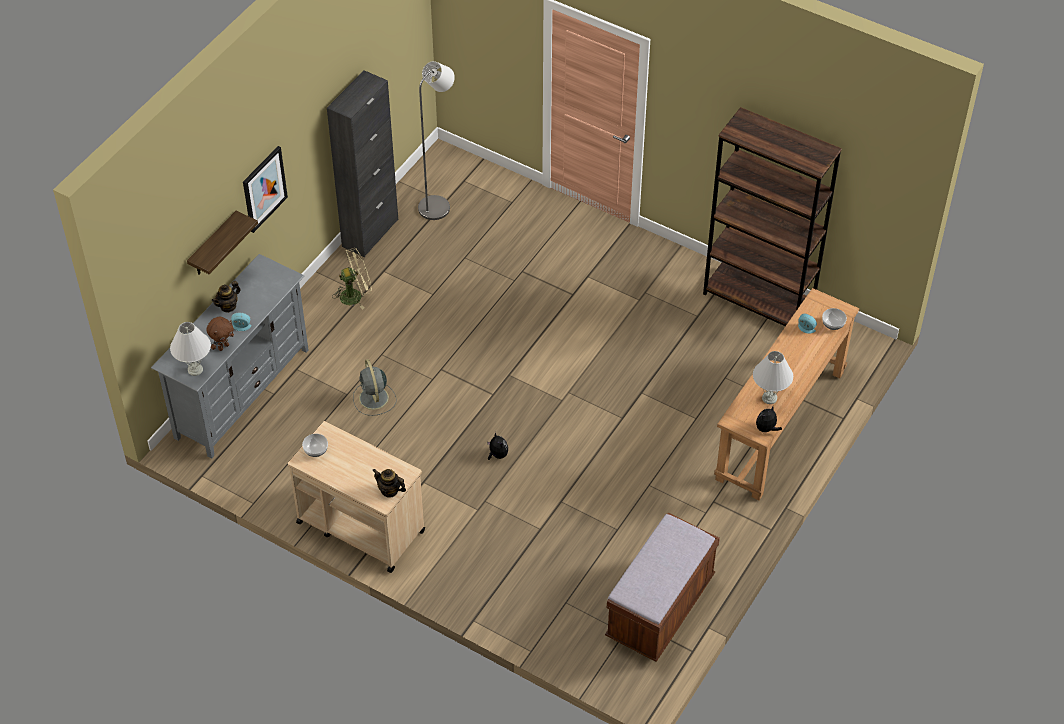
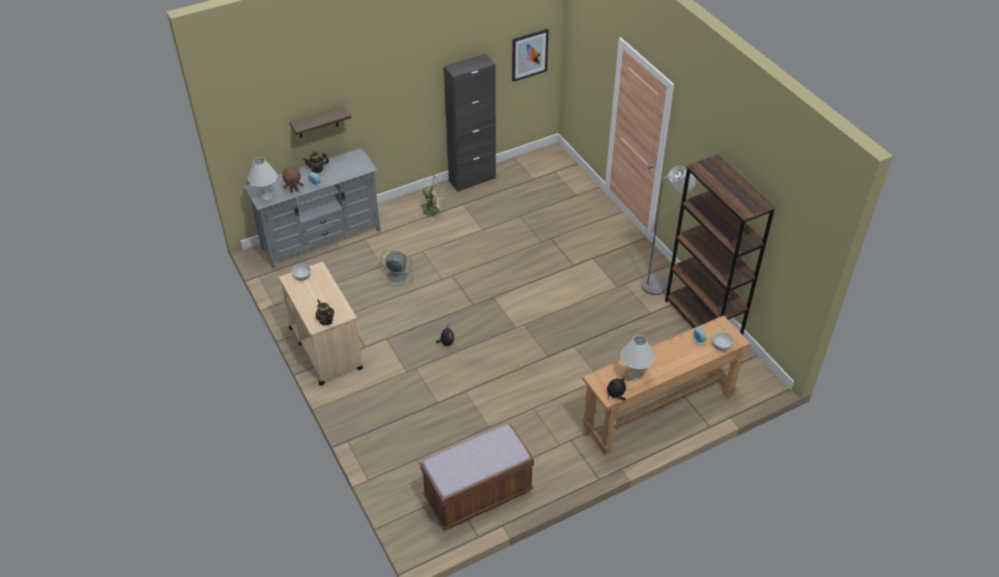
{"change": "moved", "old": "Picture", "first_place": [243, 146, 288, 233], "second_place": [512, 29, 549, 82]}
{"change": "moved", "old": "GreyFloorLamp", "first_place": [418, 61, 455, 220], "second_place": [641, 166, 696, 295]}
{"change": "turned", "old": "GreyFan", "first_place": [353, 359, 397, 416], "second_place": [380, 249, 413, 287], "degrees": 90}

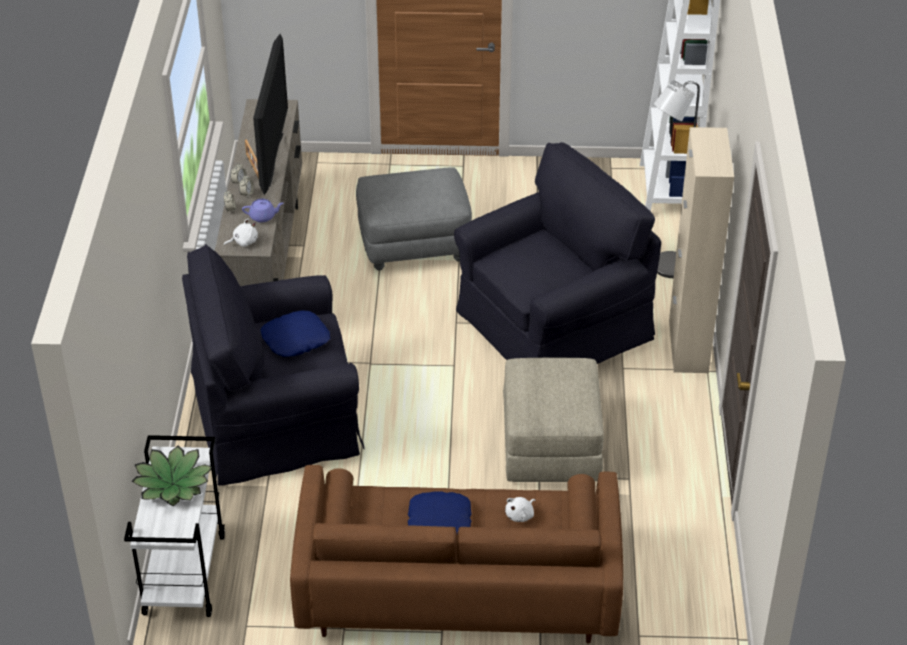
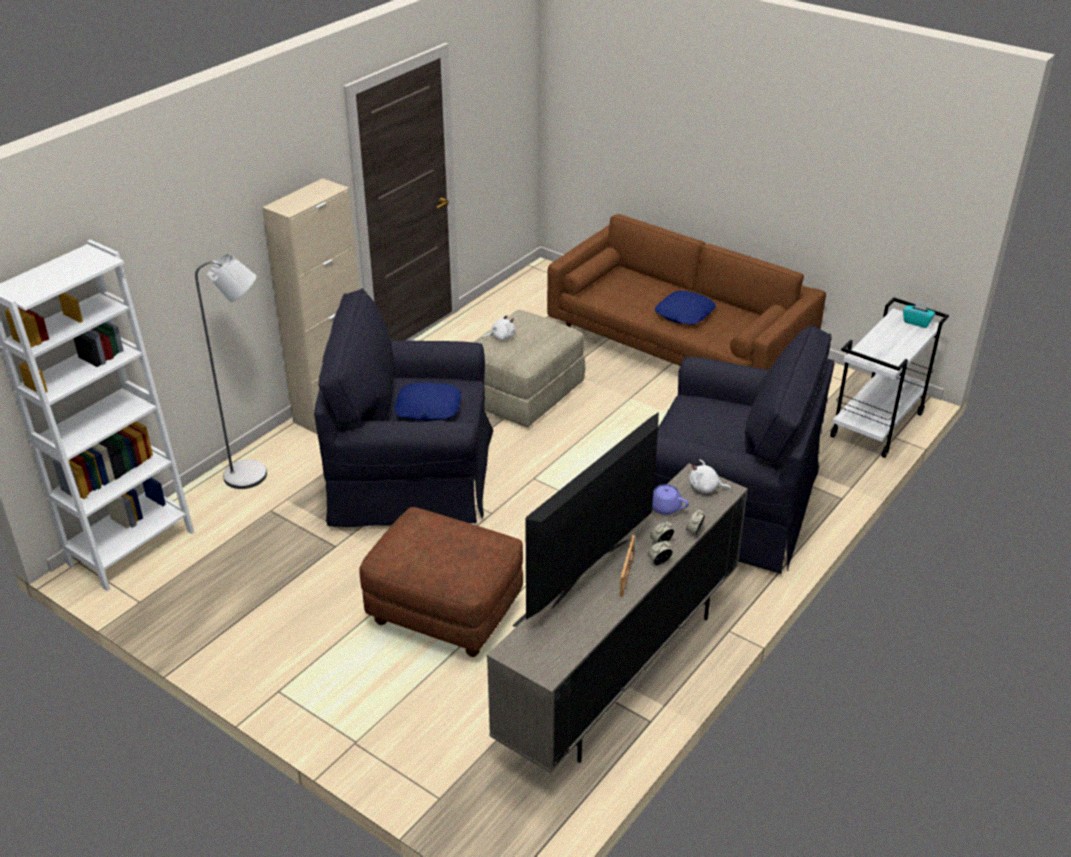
{"change": "removed", "old": "PottedPlant", "first_place": [132, 446, 212, 506]}
{"change": "added", "new": "TurquoiseTissueBox", "second_place": [903, 300, 935, 328]}
{"change": "moved", "old": "BluePillow", "first_place": [260, 310, 330, 357], "second_place": [394, 382, 461, 421]}
{"change": "moved", "old": "WhitePlushToy", "first_place": [505, 497, 535, 522], "second_place": [482, 314, 515, 341]}
{"change": "recoloured", "old": "GreyOttoman", "new": "BrownOttoman", "first_place": [356, 167, 472, 271], "second_place": [359, 507, 523, 657]}

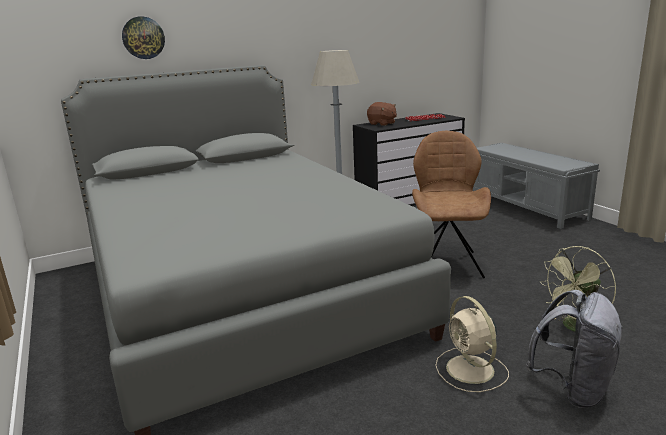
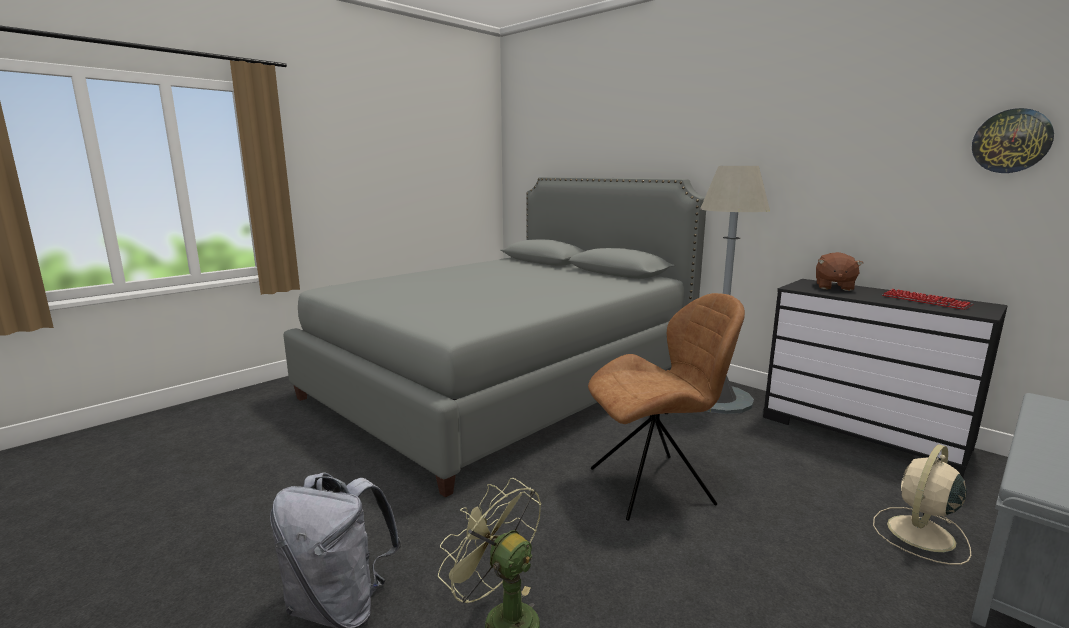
{"change": "moved", "old": "WallClock", "first_place": [122, 16, 165, 59], "second_place": [972, 108, 1054, 173]}
{"change": "moved", "old": "BeigeFan", "first_place": [435, 296, 509, 392], "second_place": [873, 444, 971, 565]}

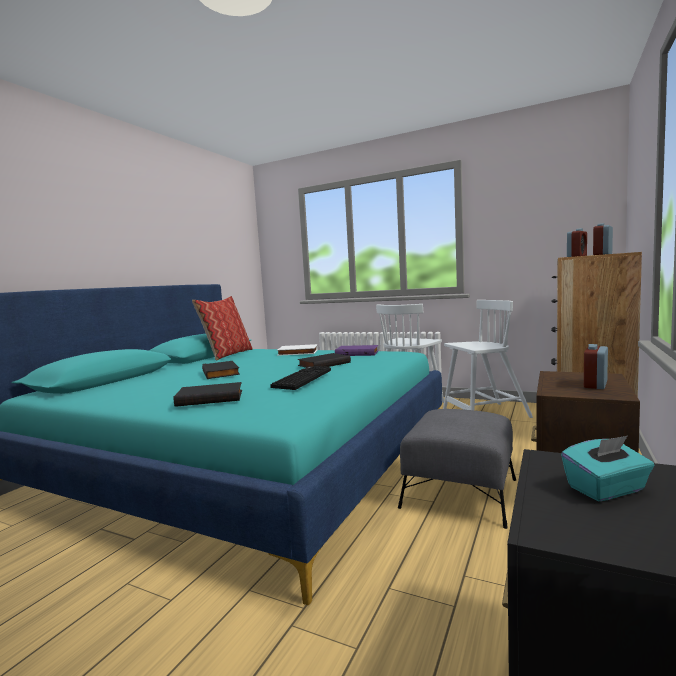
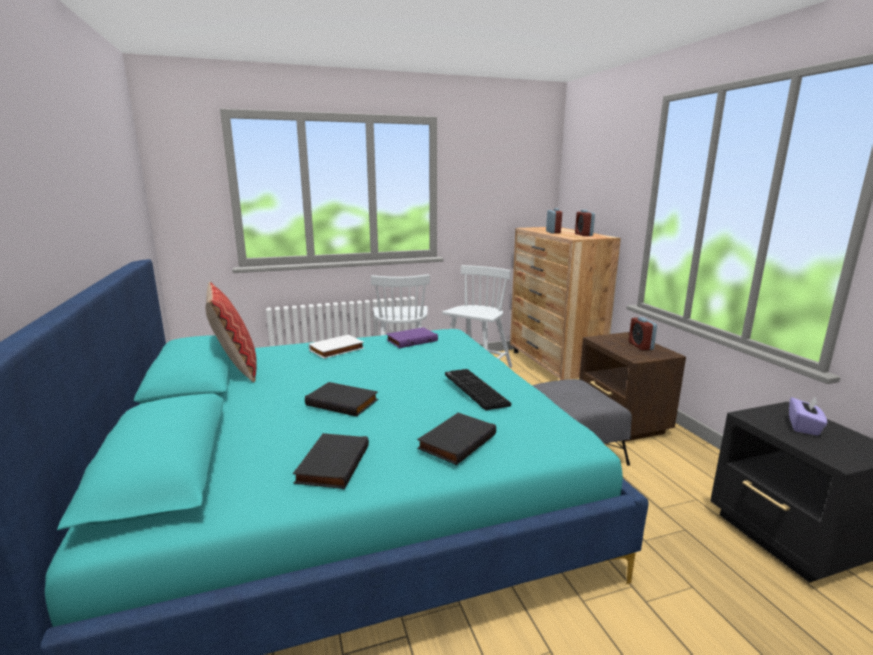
{"change": "moved", "old": "BlackBook", "first_place": [298, 353, 351, 368], "second_place": [293, 433, 369, 489]}
{"change": "recoloured", "old": "TurquoiseTissueBox", "new": "PurpleTissueBox", "first_place": [561, 435, 654, 501], "second_place": [789, 396, 827, 436]}

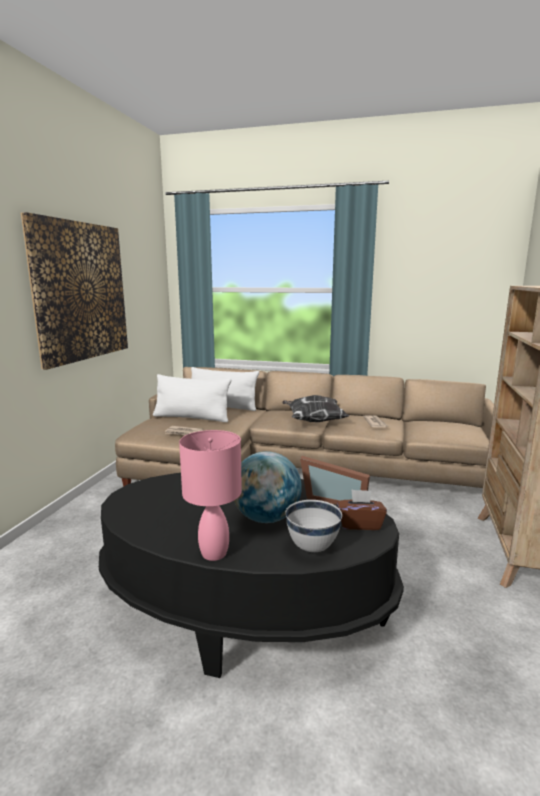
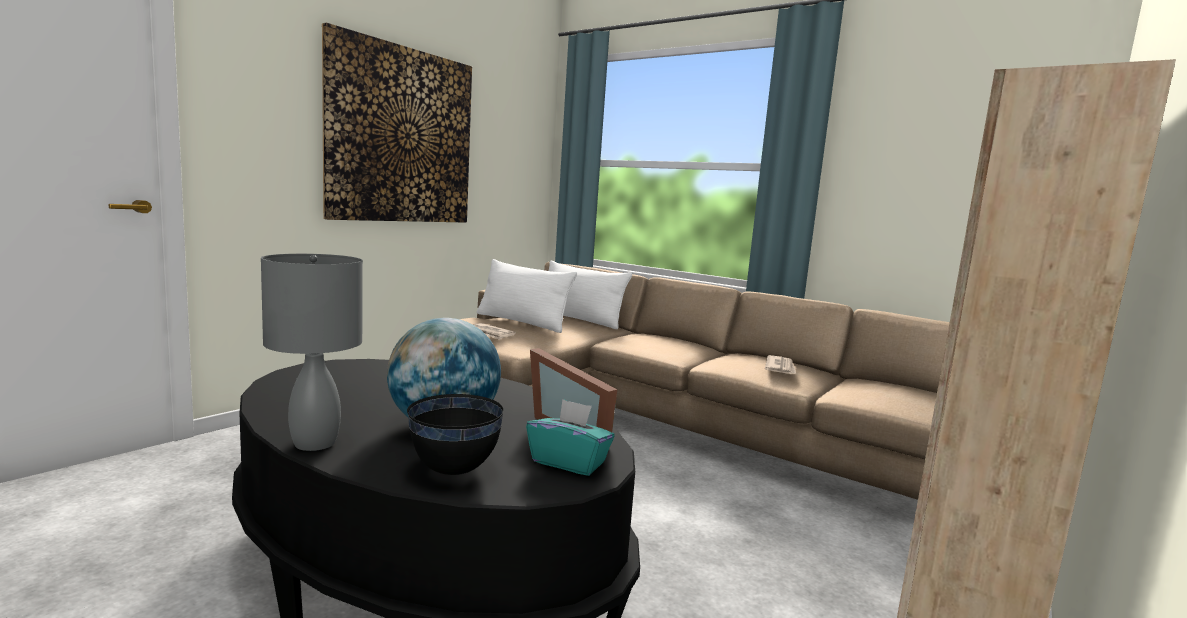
{"change": "removed", "old": "Pillow", "first_place": [283, 395, 349, 422]}
{"change": "recoloured", "old": "PinkTableLamp", "new": "GreyTableLamp", "first_place": [179, 430, 242, 561], "second_place": [261, 254, 363, 451]}
{"change": "recoloured", "old": "WhiteBowl", "new": "BlackBowl", "first_place": [285, 500, 342, 552], "second_place": [407, 394, 504, 475]}
{"change": "recoloured", "old": "BrownTissueBox", "new": "TurquoiseTissueBox", "first_place": [337, 489, 387, 530], "second_place": [526, 399, 615, 476]}

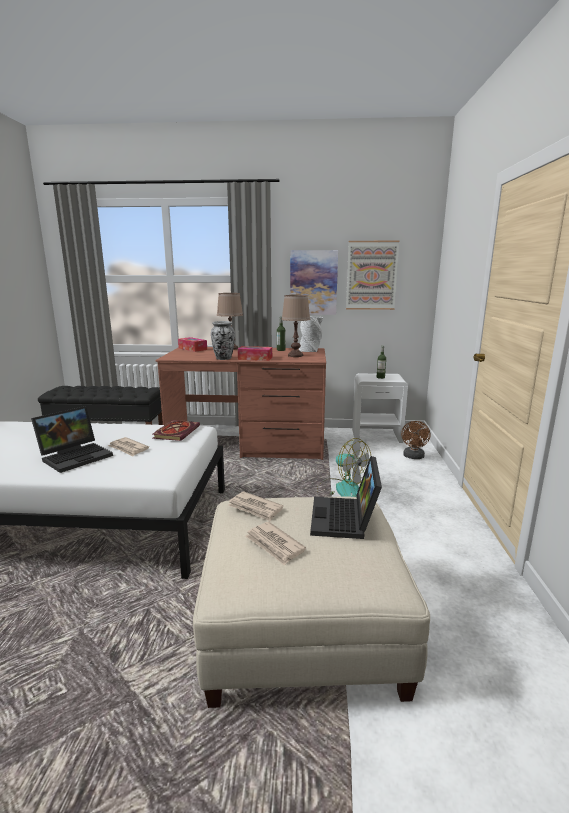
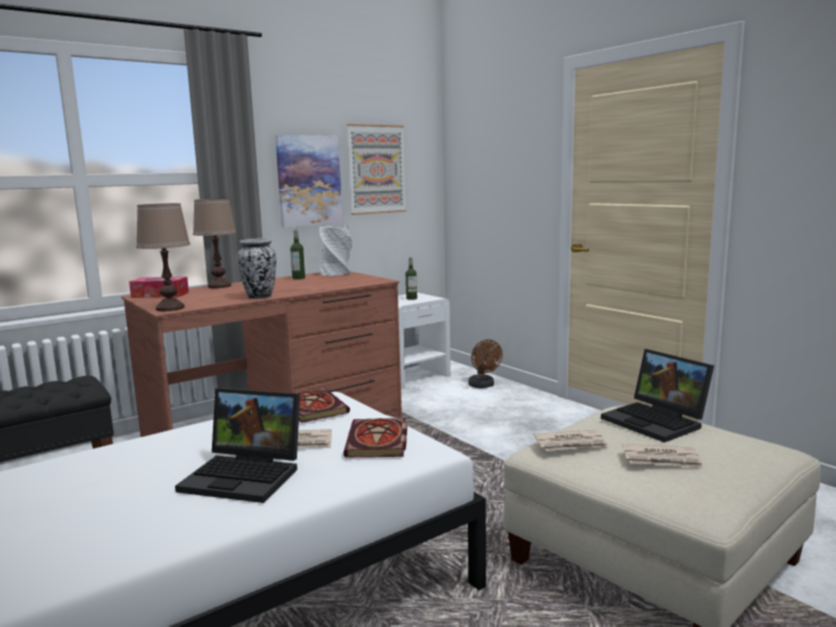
{"change": "removed", "old": "TissueBox", "first_place": [238, 346, 272, 361]}
{"change": "removed", "old": "Fan", "first_place": [317, 438, 371, 497]}
{"change": "added", "new": "Book", "second_place": [343, 418, 407, 457]}
{"change": "moved", "old": "BrownTableLamp", "first_place": [281, 295, 310, 357], "second_place": [136, 203, 190, 311]}
{"change": "turned", "old": "Laptop", "first_place": [31, 406, 113, 473], "second_place": [175, 388, 300, 503], "degrees": 105}

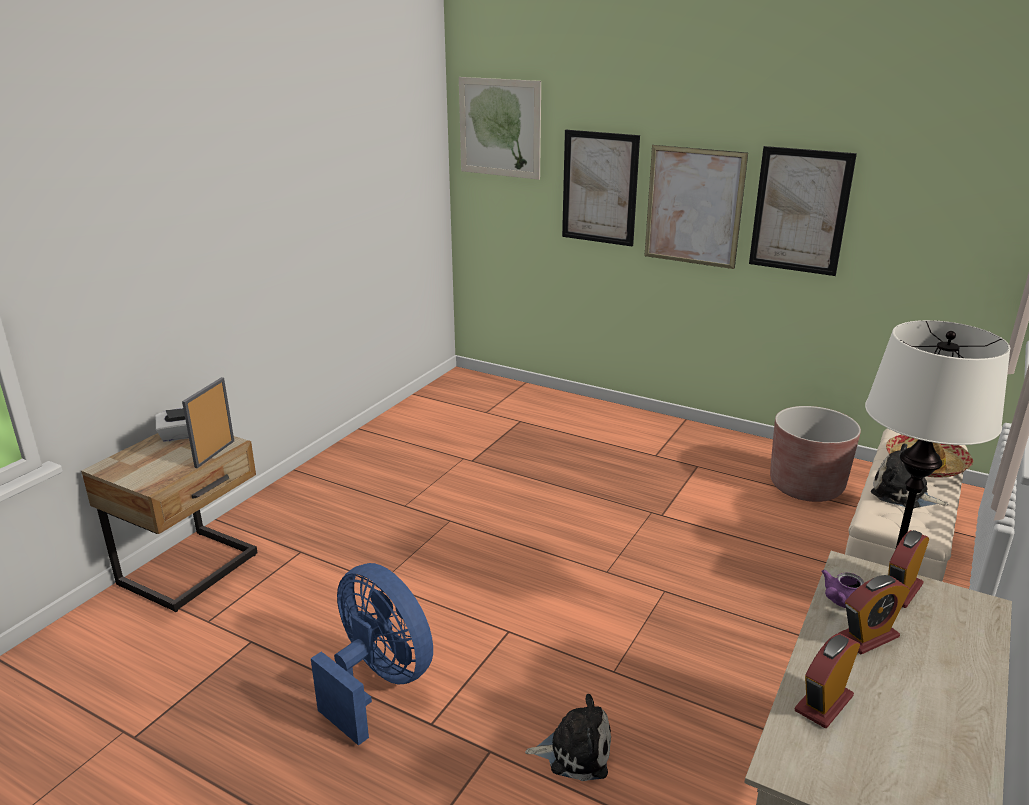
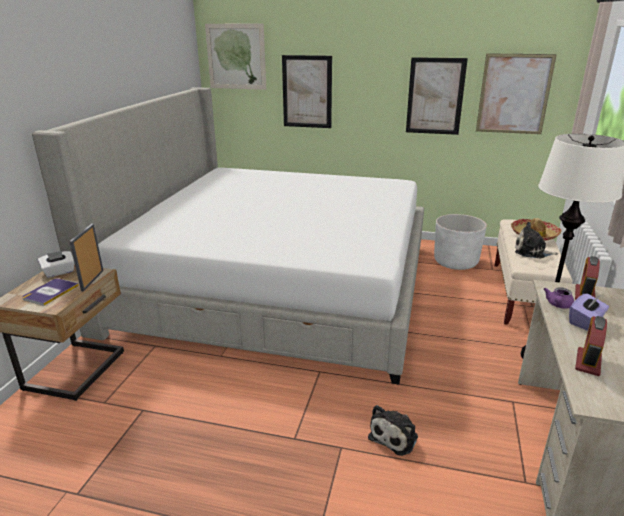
{"change": "removed", "old": "BlueFan", "first_place": [311, 563, 433, 746]}
{"change": "added", "new": "Book", "second_place": [22, 278, 79, 306]}
{"change": "added", "new": "Bed", "second_place": [32, 87, 424, 385]}
{"change": "moved", "old": "Picture", "first_place": [645, 145, 748, 269], "second_place": [476, 53, 557, 134]}
{"change": "replaced", "old": "AlarmClock", "new": "PurpleTissueBox", "first_place": [838, 575, 910, 655], "second_place": [569, 293, 609, 331]}
{"change": "recoloured", "old": "BrownPlanter", "new": "WhitePlanter", "first_place": [770, 406, 861, 502], "second_place": [434, 214, 487, 270]}
{"change": "turned", "old": "PlushToy", "first_place": [525, 694, 611, 781], "second_place": [368, 405, 418, 456], "degrees": 135}

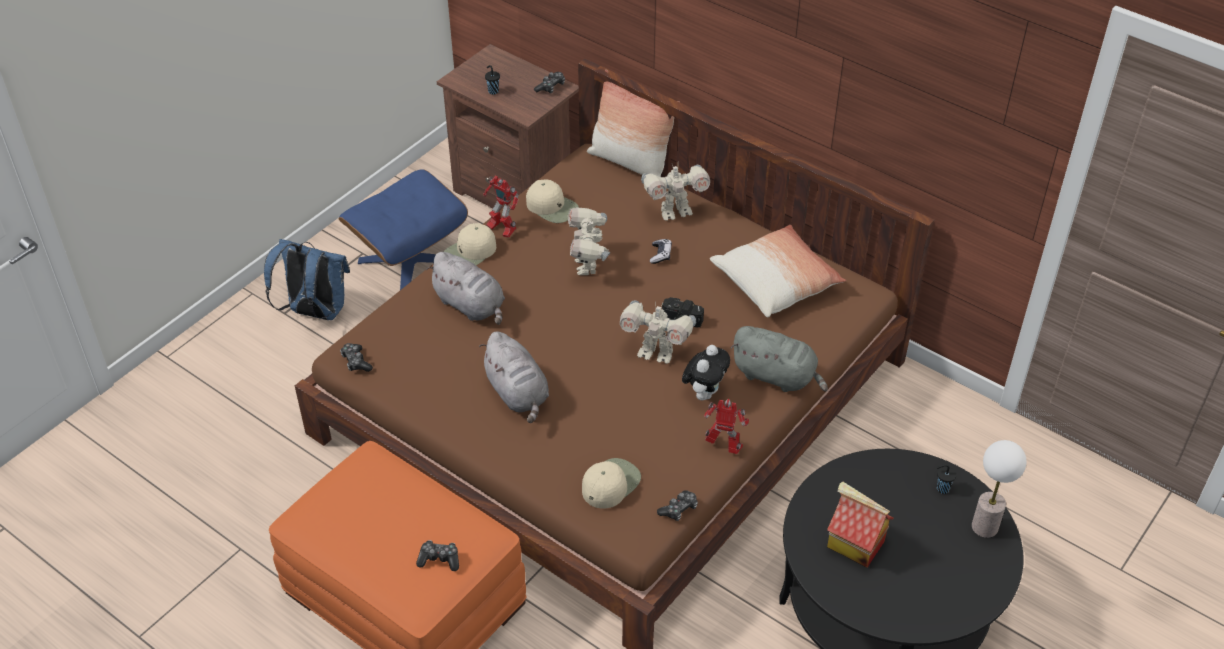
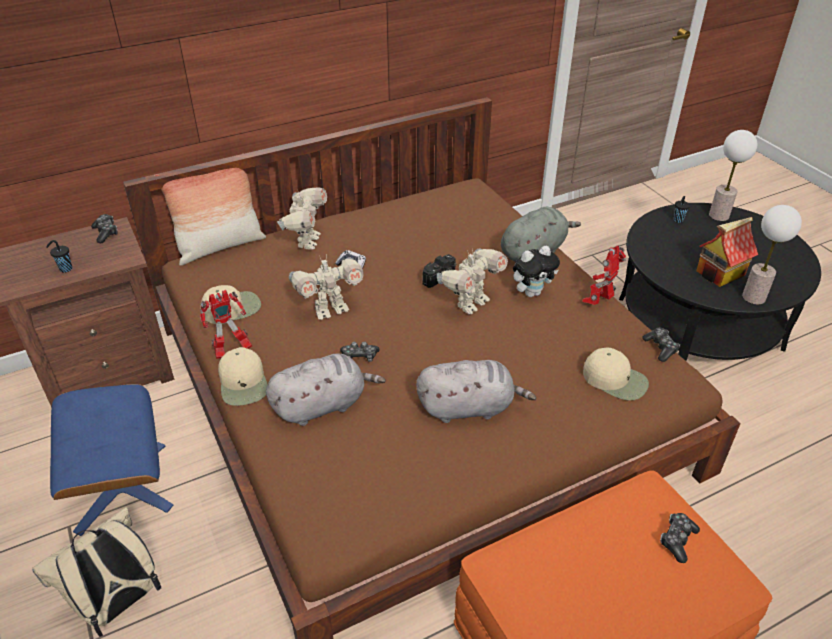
{"change": "removed", "old": "Pillow", "first_place": [710, 225, 846, 318]}
{"change": "added", "new": "TableLamp", "second_place": [742, 205, 802, 305]}
{"change": "moved", "old": "GameController", "first_place": [340, 343, 373, 372], "second_place": [340, 341, 380, 362]}
{"change": "recoloured", "old": "BlueBackpack", "new": "BeigeBackpack", "first_place": [264, 239, 350, 320], "second_place": [32, 507, 161, 637]}
{"change": "turned", "old": "ToyRobot", "first_place": [568, 207, 610, 275], "second_place": [289, 254, 364, 320], "degrees": -45}
{"change": "turned", "old": "BeigeCap", "first_place": [582, 458, 641, 509], "second_place": [583, 347, 649, 401], "degrees": 150}
{"change": "turned", "old": "PlushToy", "first_place": [682, 345, 730, 401], "second_place": [513, 246, 560, 297], "degrees": 105}

